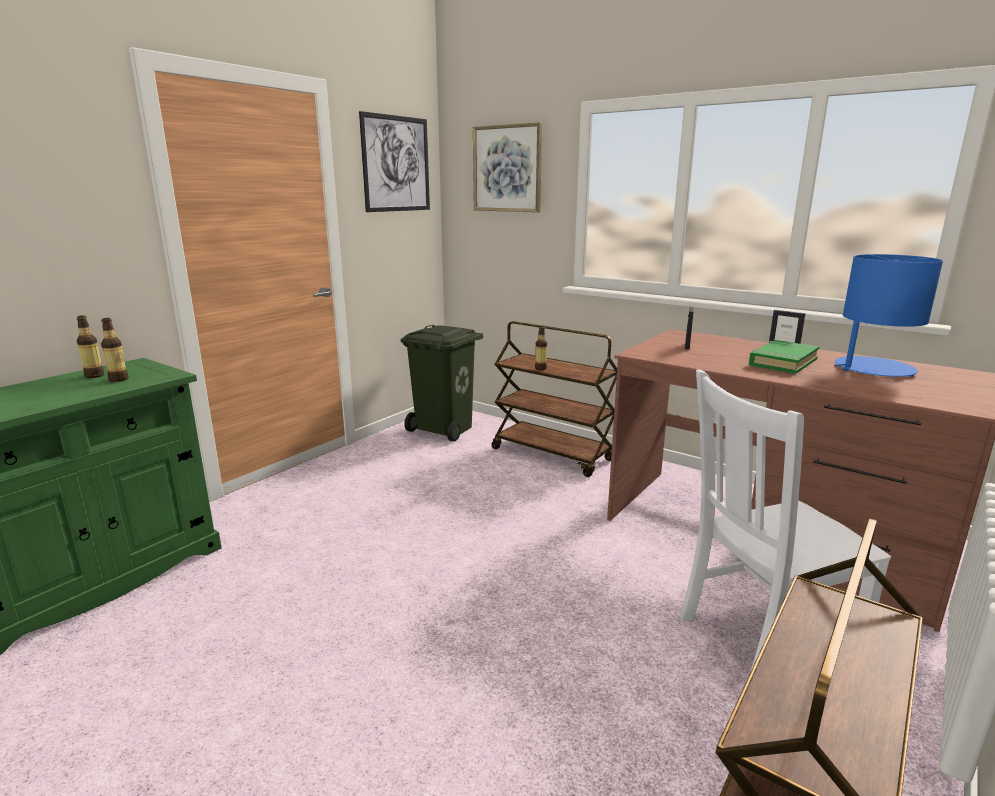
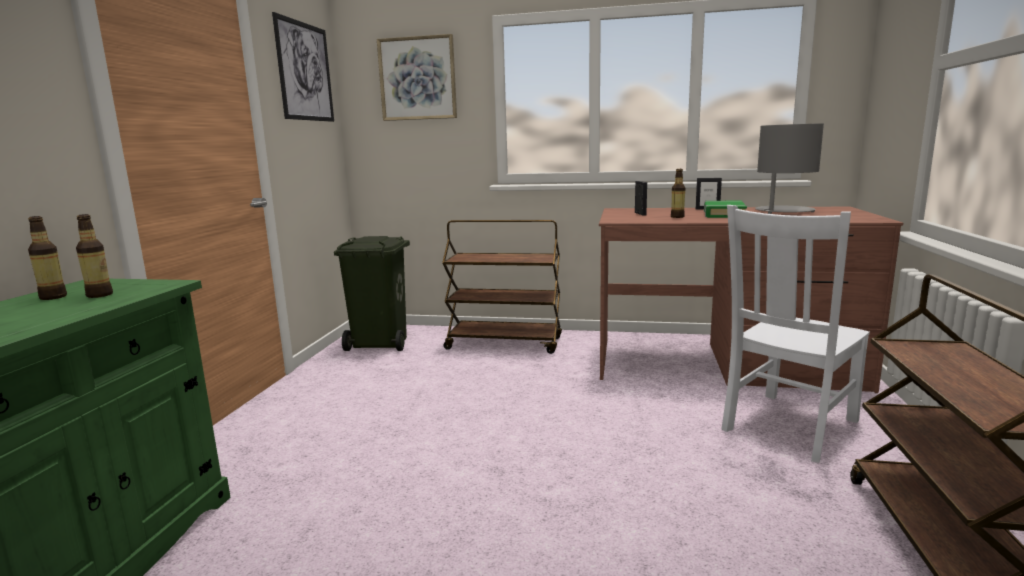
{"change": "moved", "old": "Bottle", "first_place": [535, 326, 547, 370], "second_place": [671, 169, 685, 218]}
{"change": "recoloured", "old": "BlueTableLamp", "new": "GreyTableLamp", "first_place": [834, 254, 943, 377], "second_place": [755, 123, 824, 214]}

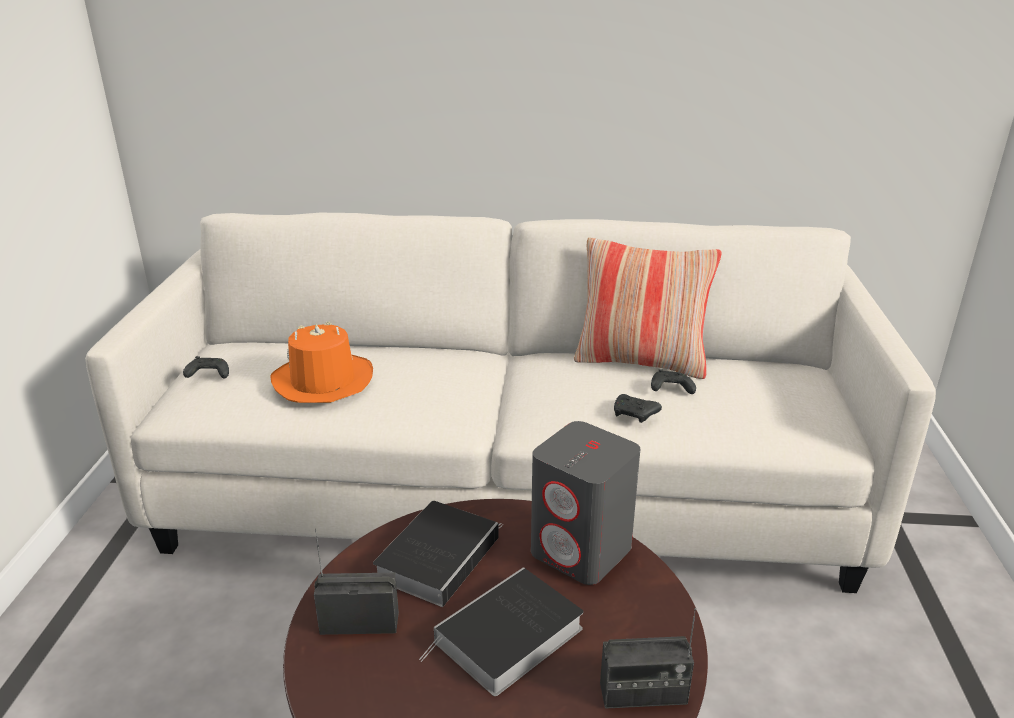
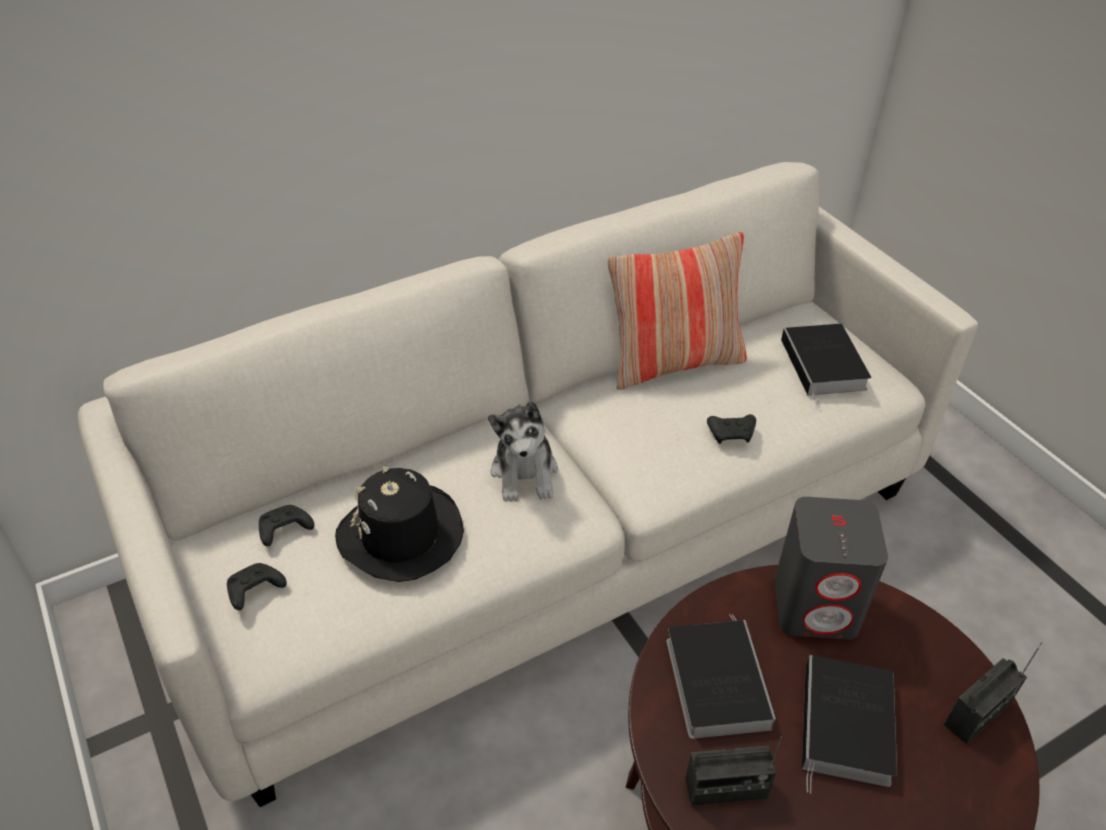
{"change": "added", "new": "PlushToy", "second_place": [488, 401, 558, 502]}
{"change": "added", "new": "Book", "second_place": [781, 324, 871, 407]}
{"change": "moved", "old": "BlackGameController", "first_place": [651, 369, 696, 394], "second_place": [259, 505, 314, 546]}
{"change": "recoloured", "old": "OrangeHat", "new": "BlackHat", "first_place": [271, 322, 373, 403], "second_place": [335, 466, 464, 582]}
{"change": "turned", "old": "Radio", "first_place": [314, 529, 399, 635], "second_place": [685, 737, 782, 806], "degrees": -150}

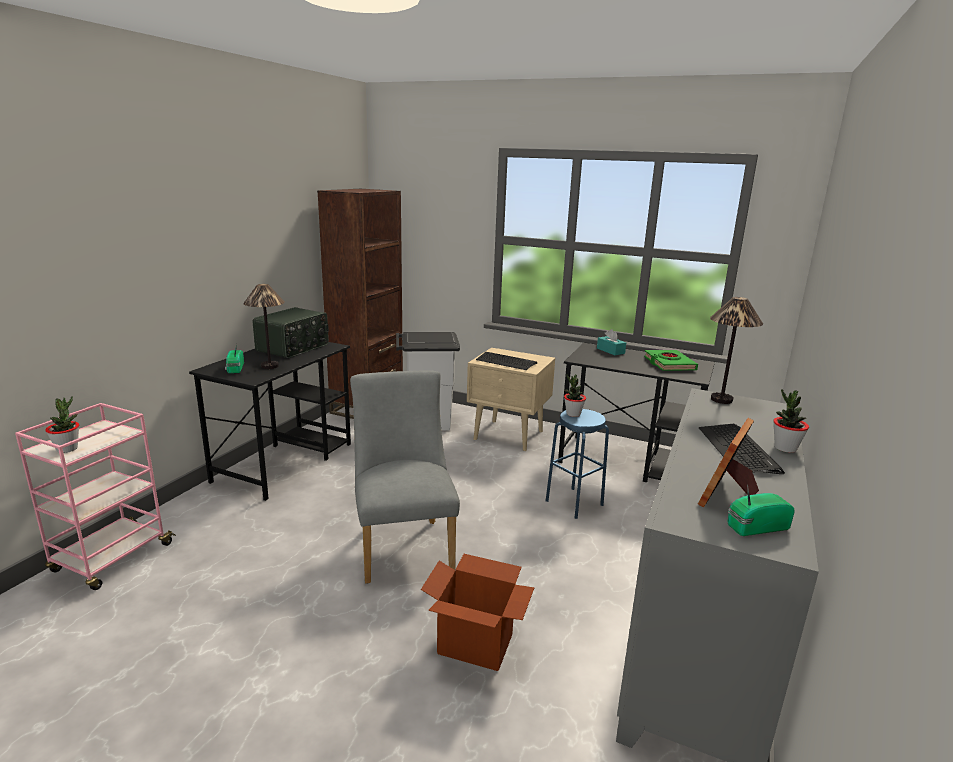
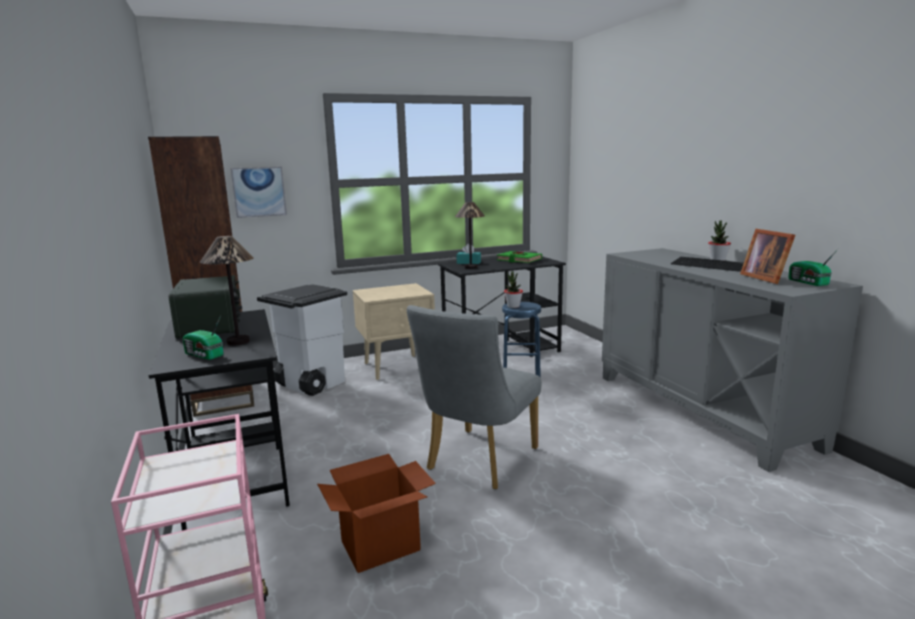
{"change": "removed", "old": "PottedPlant", "first_place": [45, 396, 79, 453]}
{"change": "removed", "old": "Keyboard", "first_place": [476, 352, 537, 370]}
{"change": "added", "new": "Picture", "second_place": [231, 167, 287, 218]}
{"change": "moved", "old": "CardboardBox", "first_place": [421, 554, 534, 671], "second_place": [317, 454, 436, 573]}
{"change": "moved", "old": "TableLamp", "first_place": [710, 297, 763, 404], "second_place": [455, 202, 485, 269]}
{"change": "turned", "old": "GreyChair", "first_place": [350, 370, 460, 584], "second_place": [407, 305, 542, 489], "degrees": -90}
{"change": "turned", "old": "Radio", "first_place": [727, 484, 795, 536], "second_place": [788, 249, 838, 286], "degrees": -45}

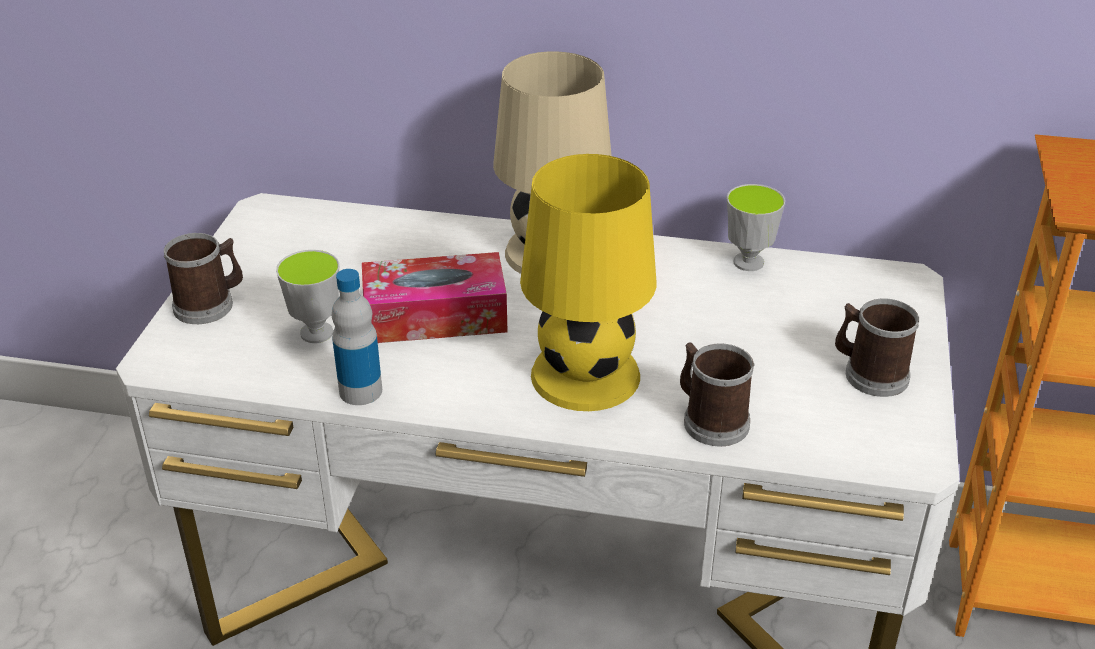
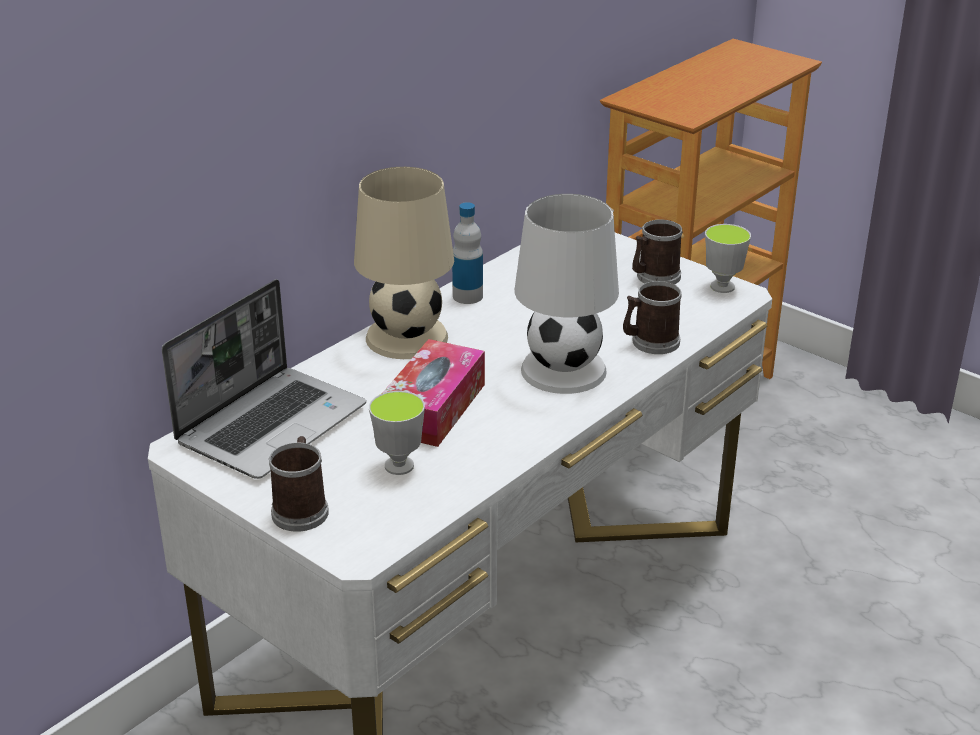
{"change": "added", "new": "Laptop", "second_place": [162, 279, 366, 479]}
{"change": "moved", "old": "Bottle", "first_place": [332, 269, 382, 405], "second_place": [452, 202, 483, 304]}
{"change": "moved", "old": "Cup", "first_place": [727, 184, 785, 271], "second_place": [705, 224, 751, 293]}
{"change": "recoloured", "old": "YellowTableLamp", "new": "WhiteTableLamp", "first_place": [520, 154, 656, 411], "second_place": [515, 194, 619, 394]}

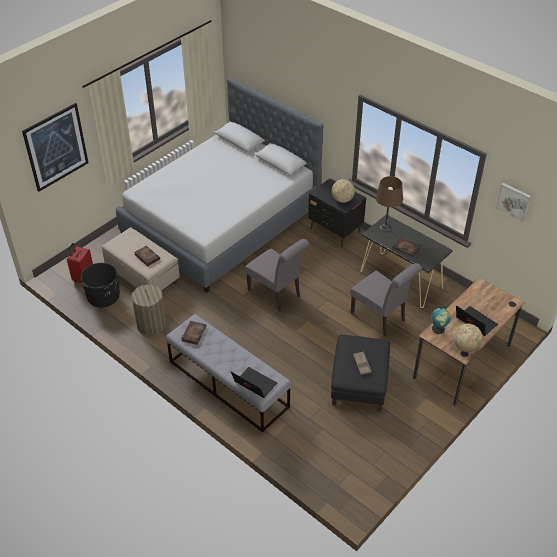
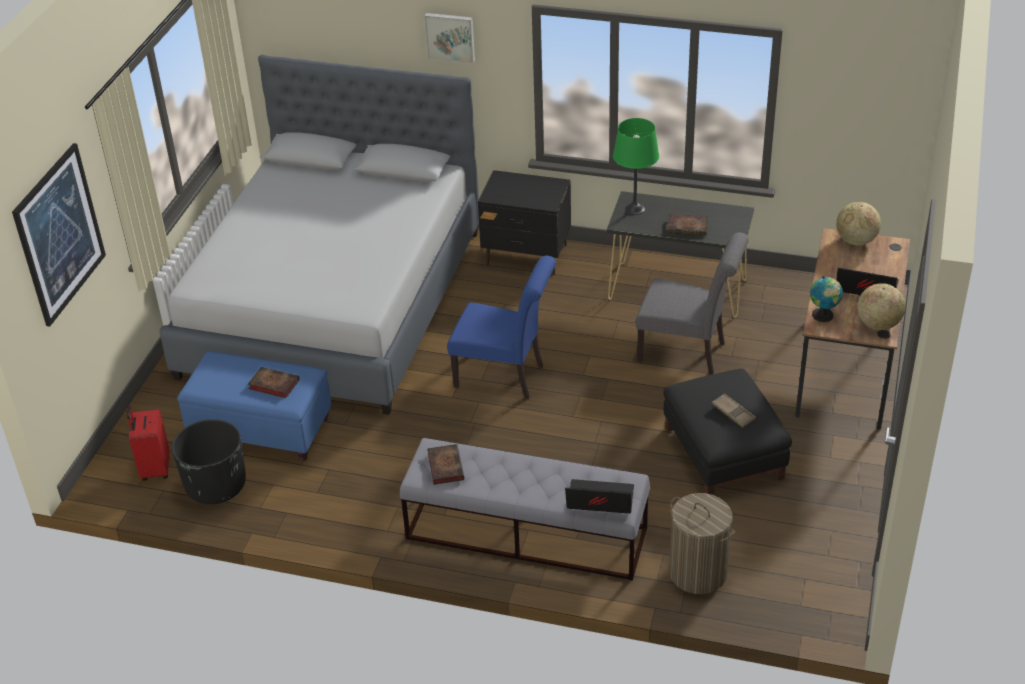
{"change": "moved", "old": "LaundryBasket", "first_place": [131, 284, 166, 335], "second_place": [669, 493, 735, 594]}
{"change": "moved", "old": "Globe", "first_place": [332, 179, 355, 203], "second_place": [836, 202, 881, 245]}
{"change": "moved", "old": "Picture", "first_place": [496, 183, 531, 222], "second_place": [425, 13, 475, 63]}
{"change": "recoloured", "old": "BeigeOttoman", "new": "BlueOttoman", "first_place": [101, 227, 180, 290], "second_place": [177, 351, 331, 461]}
{"change": "recoloured", "old": "GreyChair", "new": "BlueChair", "first_place": [245, 239, 309, 312], "second_place": [447, 256, 556, 399]}
{"change": "recoloured", "old": "BrownTableLamp", "new": "GreenTableLamp", "first_place": [376, 176, 403, 231], "second_place": [613, 118, 659, 215]}

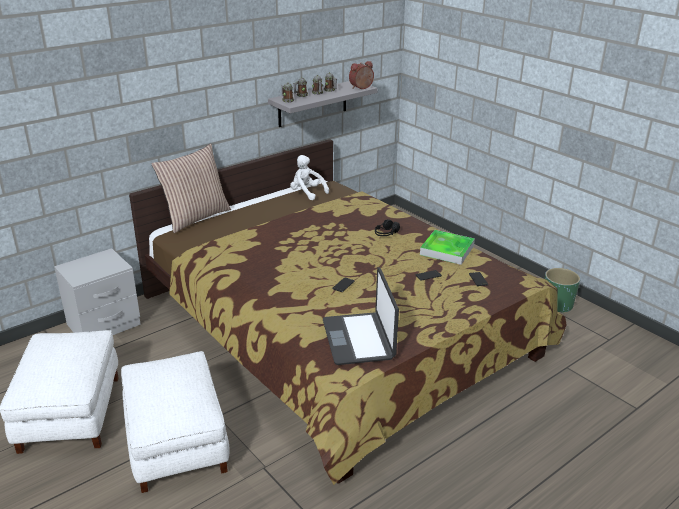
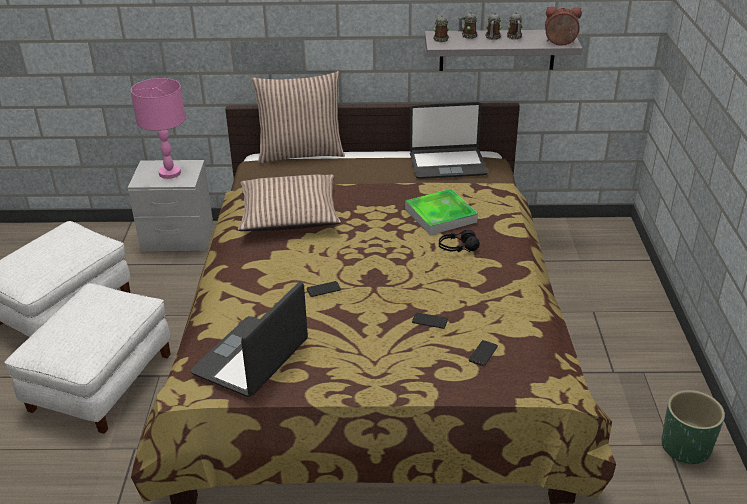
{"change": "added", "new": "PinkTableLamp", "second_place": [131, 78, 186, 179]}
{"change": "added", "new": "Pillow", "second_place": [238, 175, 341, 231]}
{"change": "moved", "old": "Tray", "first_place": [420, 230, 475, 265], "second_place": [405, 189, 478, 235]}
{"change": "replaced", "old": "WhitePlushToy", "new": "Laptop", "first_place": [290, 155, 329, 200], "second_place": [410, 102, 488, 179]}

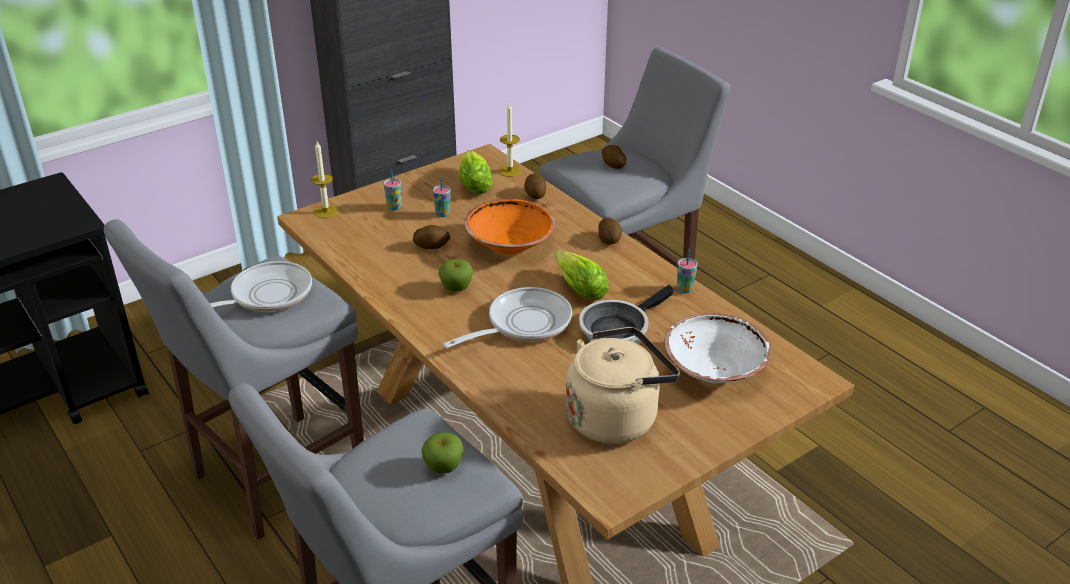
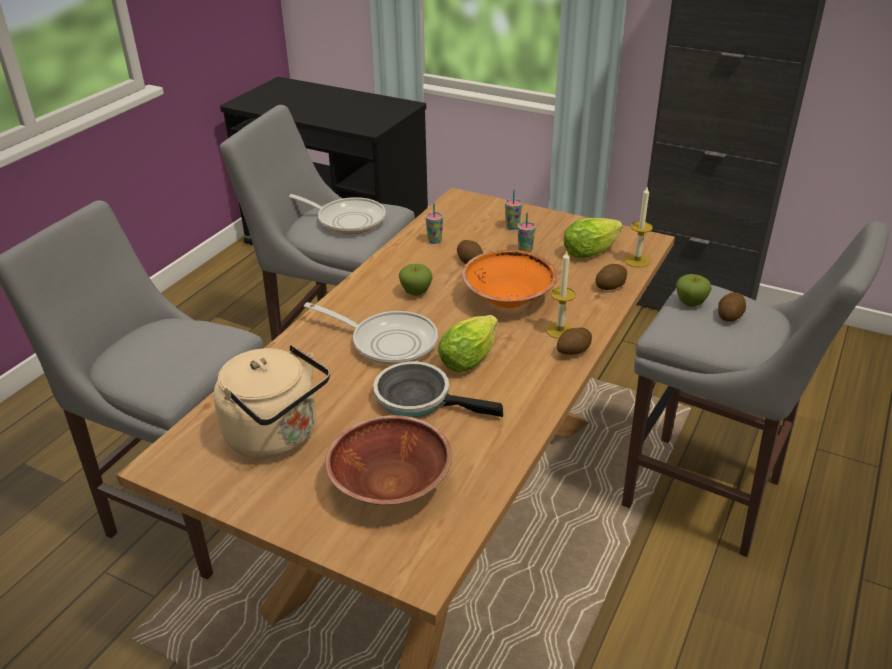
{"change": "moved", "old": "Candle", "first_place": [311, 141, 339, 219], "second_place": [546, 250, 576, 339]}
{"change": "moved", "old": "Apple", "first_place": [421, 432, 464, 474], "second_place": [676, 274, 712, 307]}
{"change": "moved", "old": "Cup", "first_place": [677, 249, 697, 293], "second_place": [426, 203, 443, 244]}
{"change": "recoloured", "old": "WhiteBowl", "new": "BrownBowl", "first_place": [664, 313, 772, 383], "second_place": [325, 415, 452, 505]}

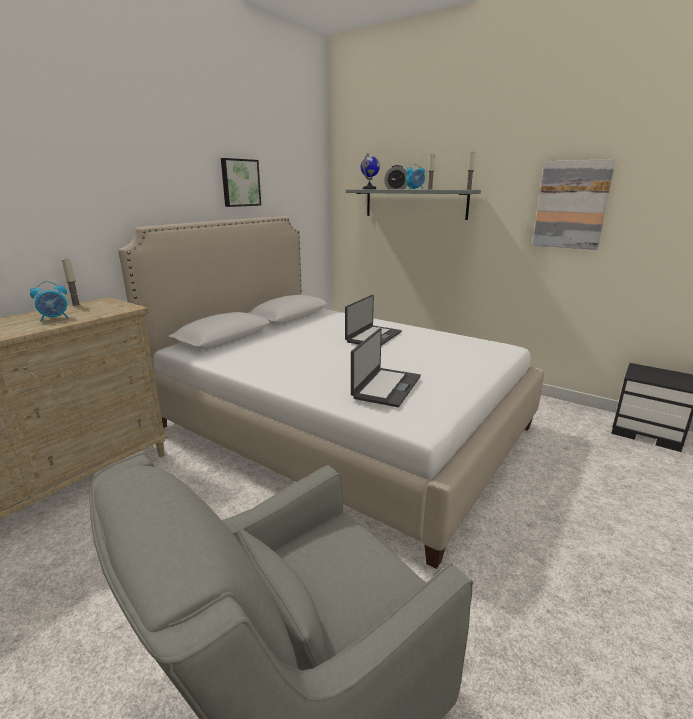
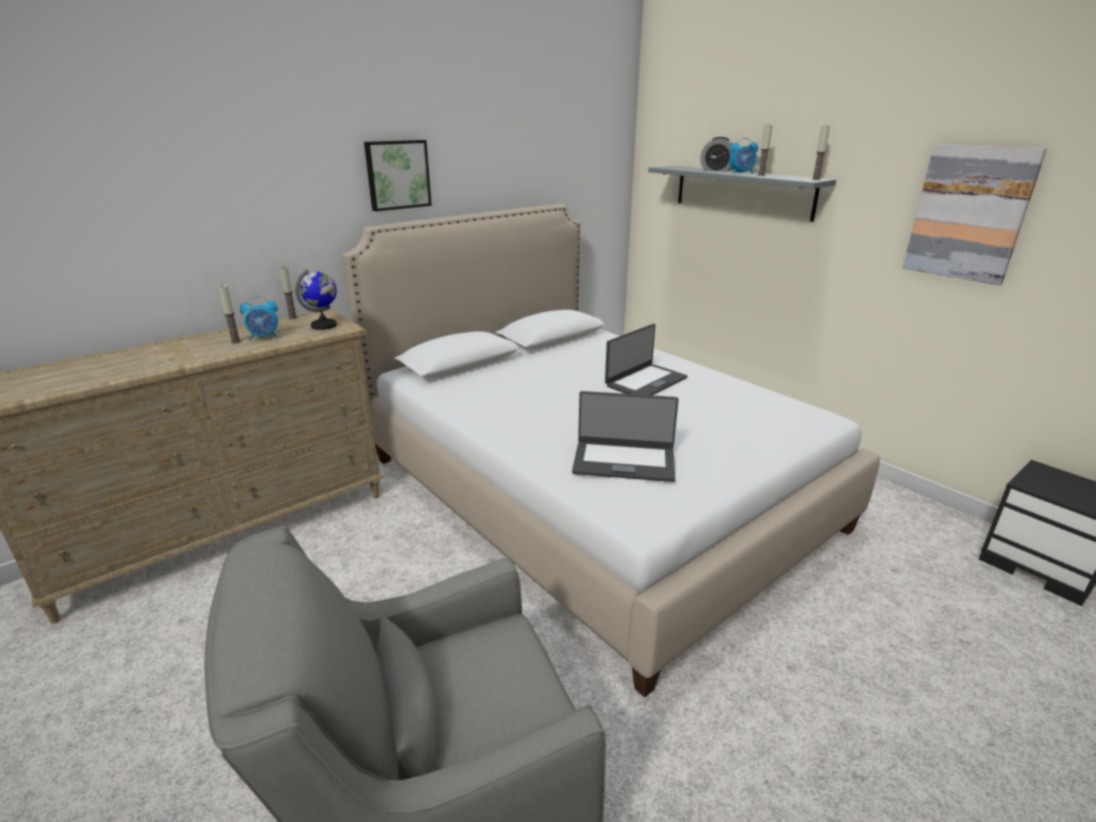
{"change": "added", "new": "Candle", "second_place": [218, 284, 241, 344]}
{"change": "moved", "old": "Picture", "first_place": [221, 158, 261, 207], "second_place": [364, 140, 432, 211]}
{"change": "moved", "old": "Globe", "first_place": [361, 153, 380, 189], "second_place": [295, 269, 337, 330]}
{"change": "turned", "old": "Laptop", "first_place": [351, 328, 421, 407], "second_place": [572, 391, 679, 482], "degrees": 60}

